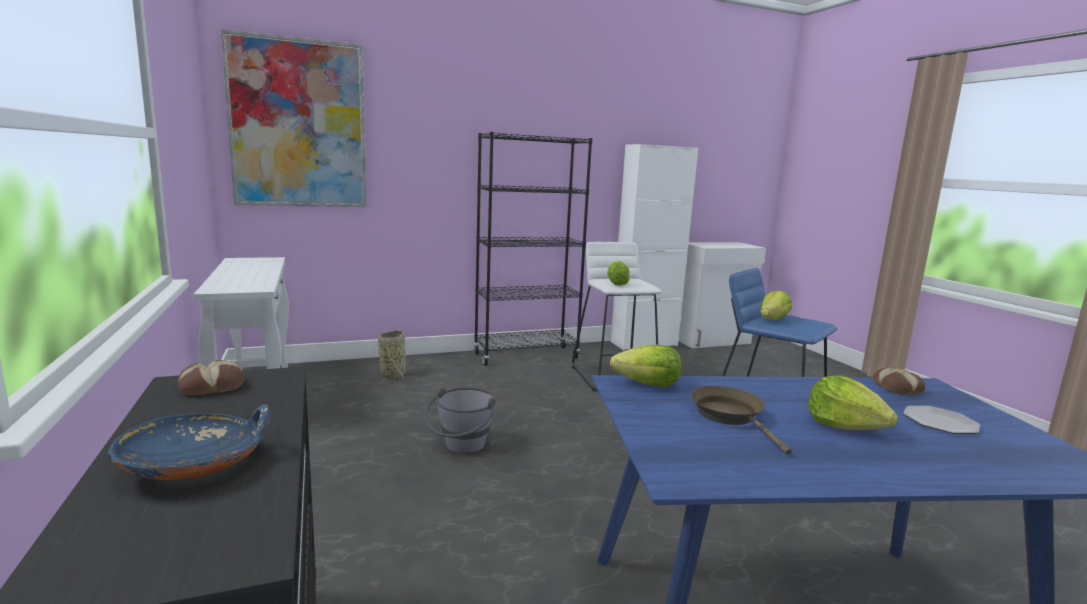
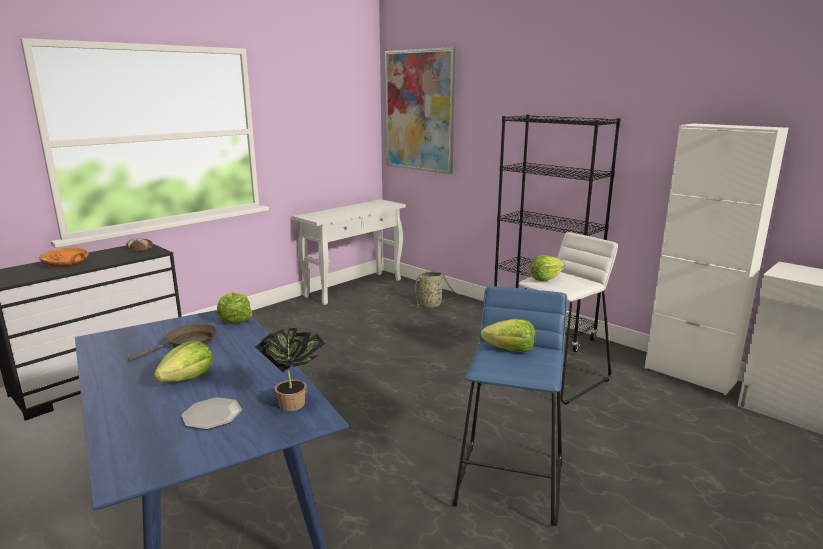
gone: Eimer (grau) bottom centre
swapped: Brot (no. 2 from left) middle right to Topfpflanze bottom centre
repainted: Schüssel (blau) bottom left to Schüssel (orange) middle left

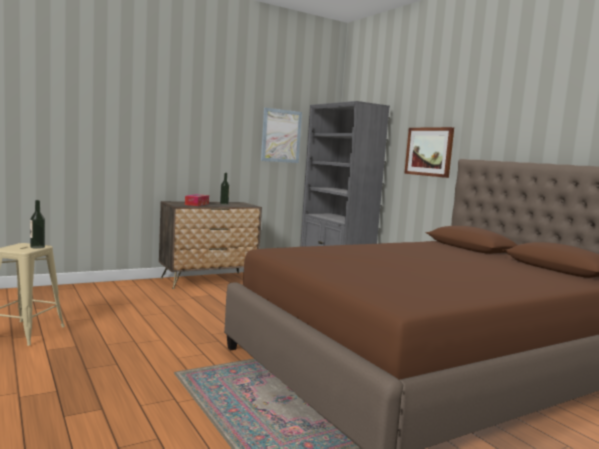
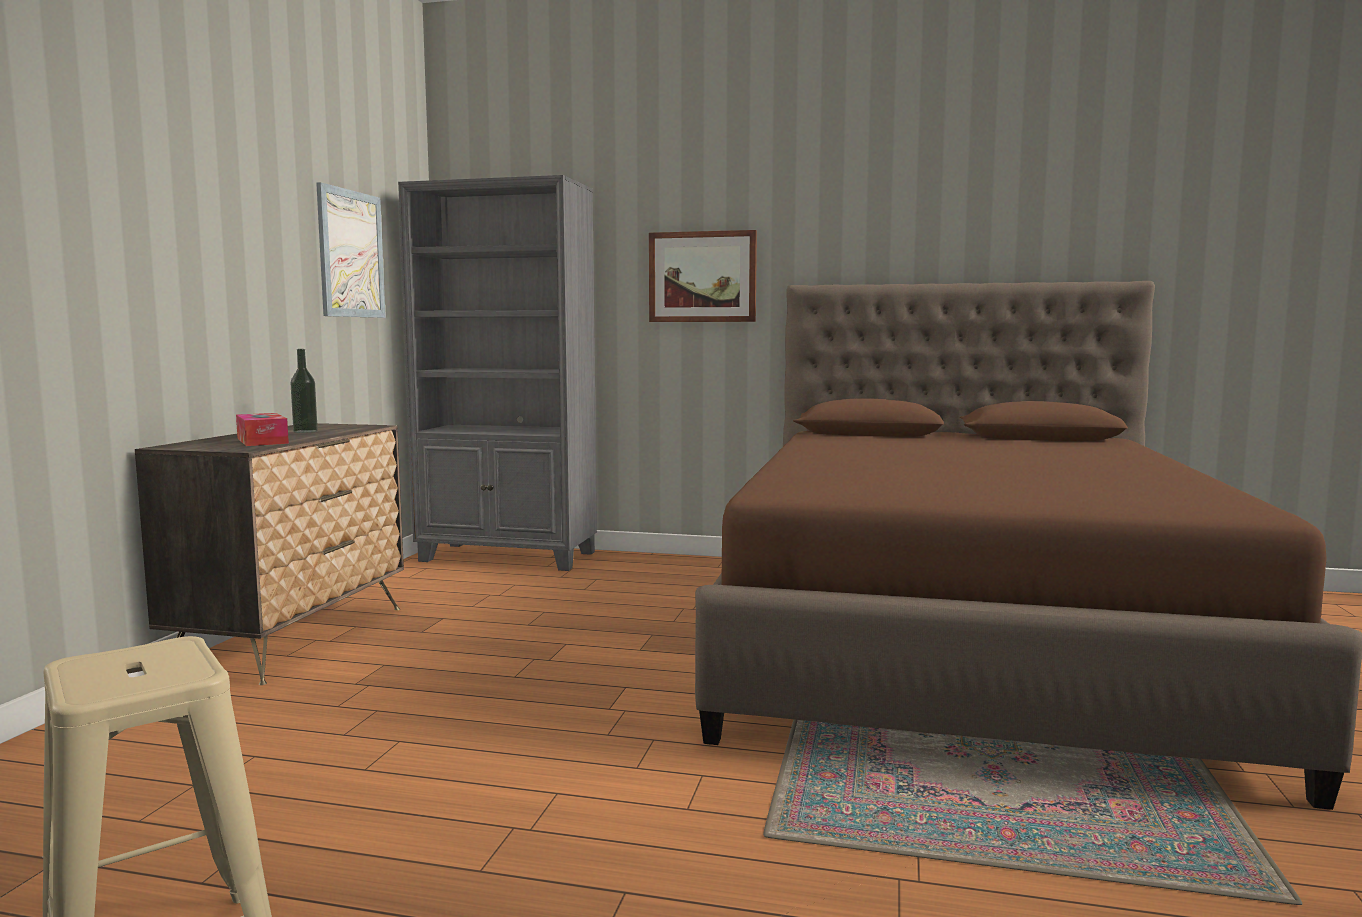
gone: Flasche (no. 1 from left) middle left

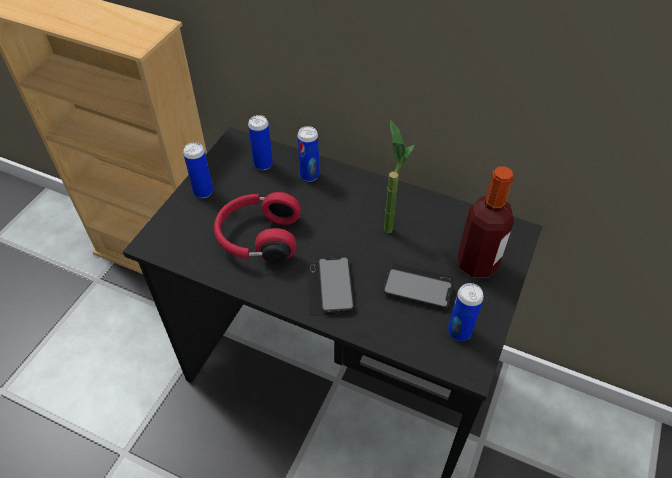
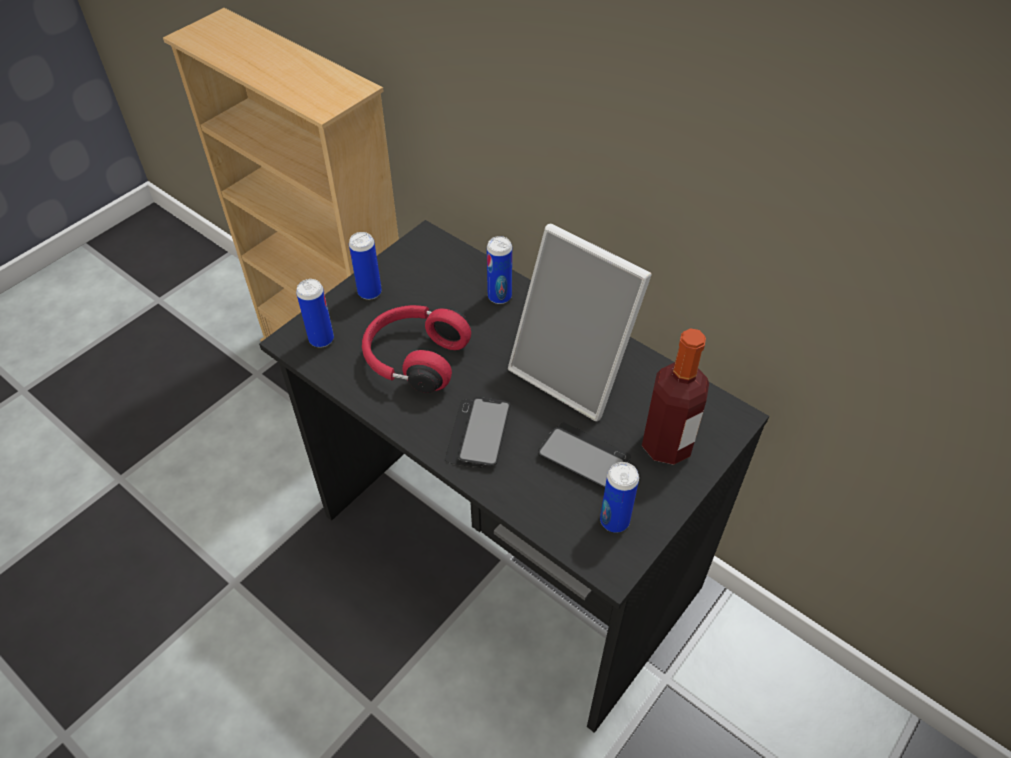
shifted: Dose (no. 2 from left in the first image) top centre to Dose (no. 1 from left) middle left
swapped: Topfpflanze centre to Bilderrahmen centre

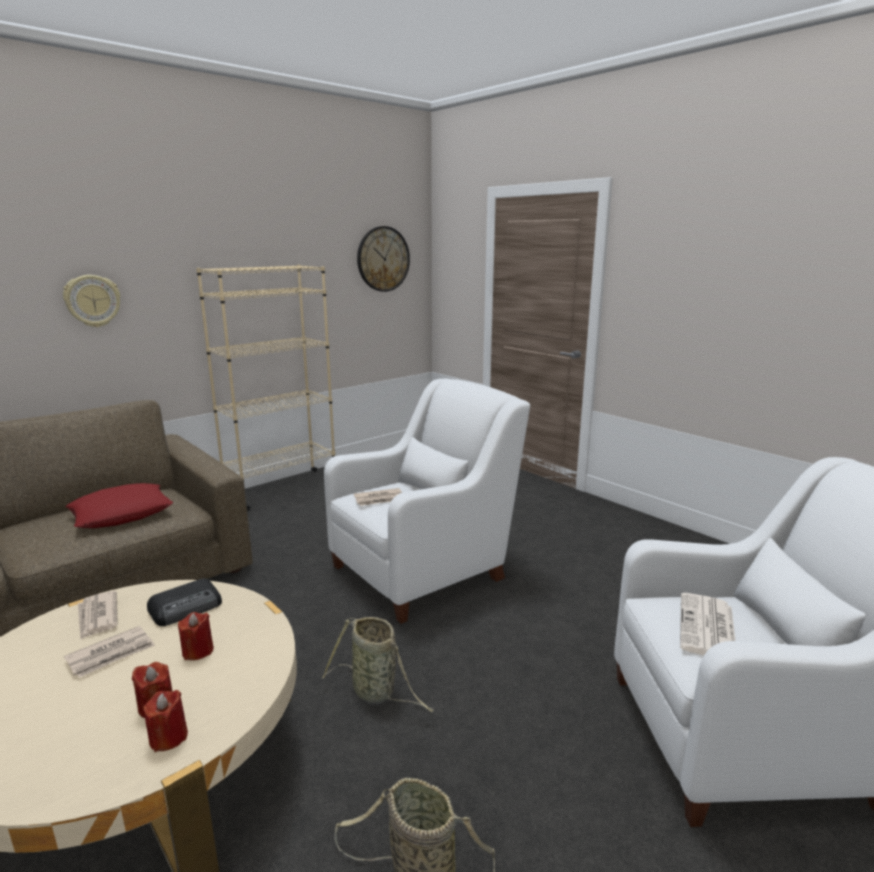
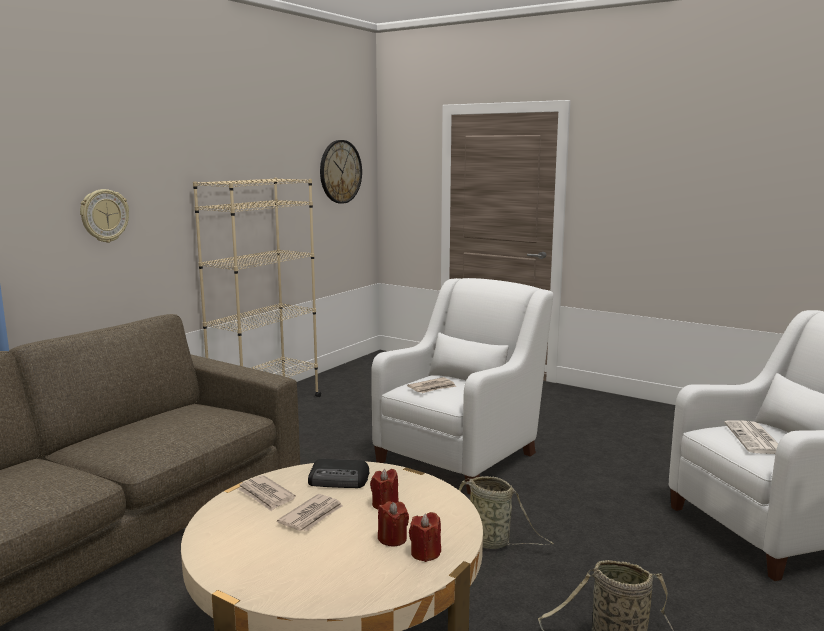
gone: Kissen (rot) middle left
rotated: Radio bottom left = bottom centre 60 degrees clockwise

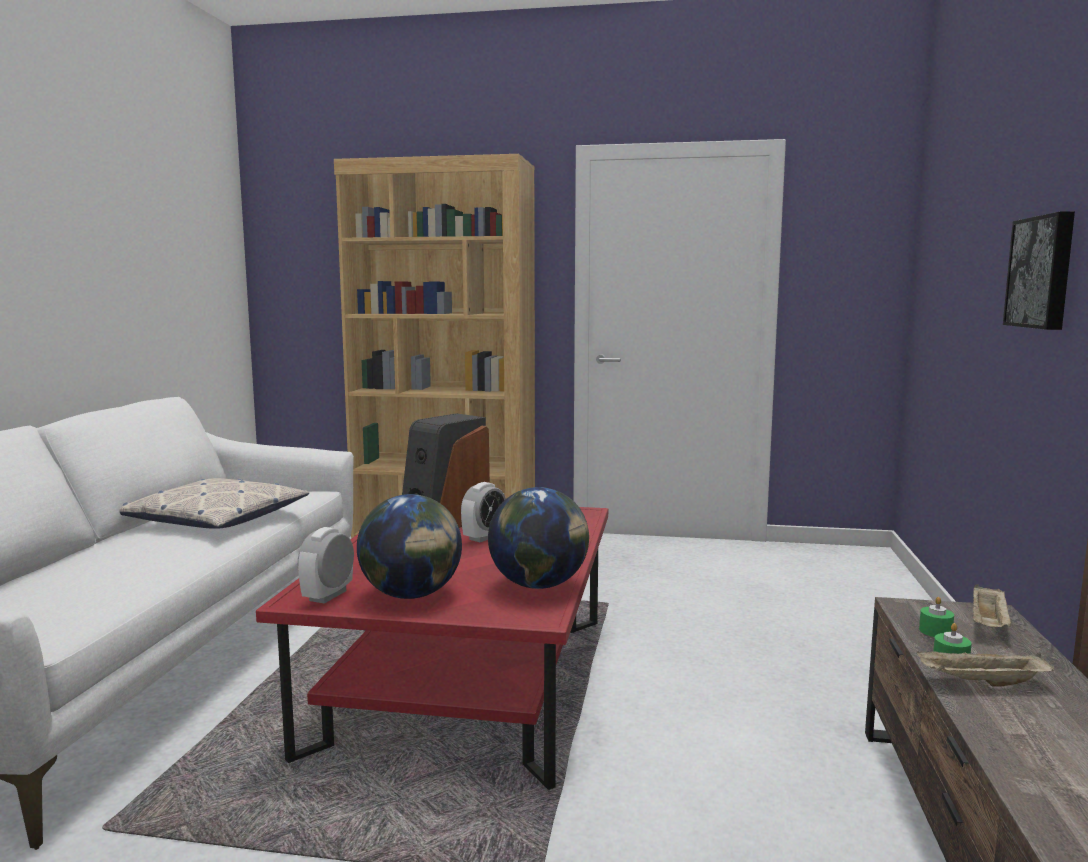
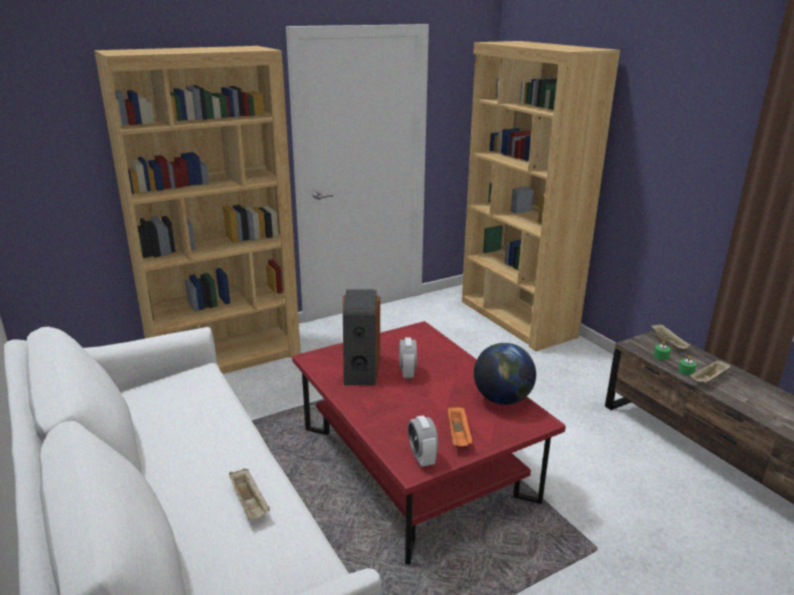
gone: Bild top right; Kissen middle left
new: Bücherregal (braun) (no. 2 from left) top right; Tablett (beige) (no. 1 from left) bottom left
swapped: Globus (no. 1 from left) centre to Tablett (orange) bottom centre

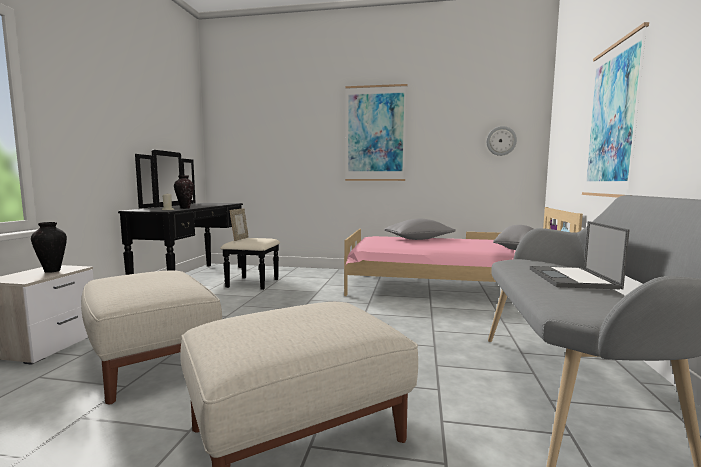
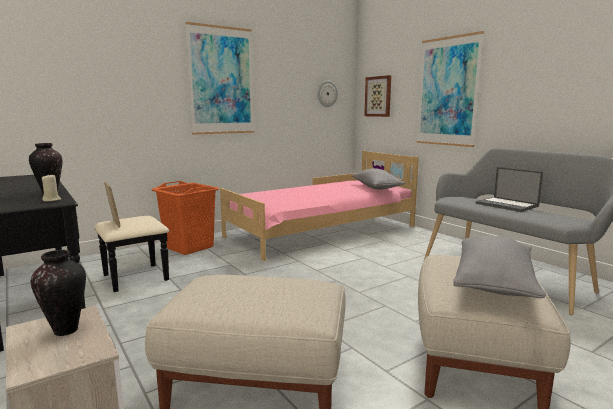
new: Bild (no. 2 from left) top centre; Wäschekorb (orange) middle left
shifted: Kissen (grau) (no. 1 from left in the first image) centre to Kissen (grau) (no. 2 from left) middle right

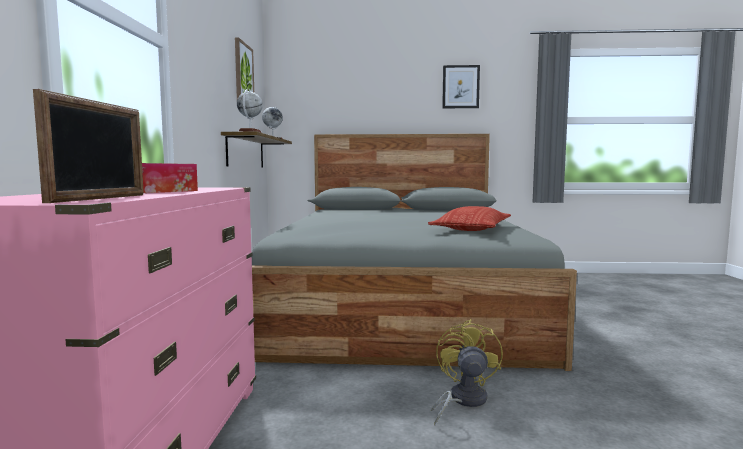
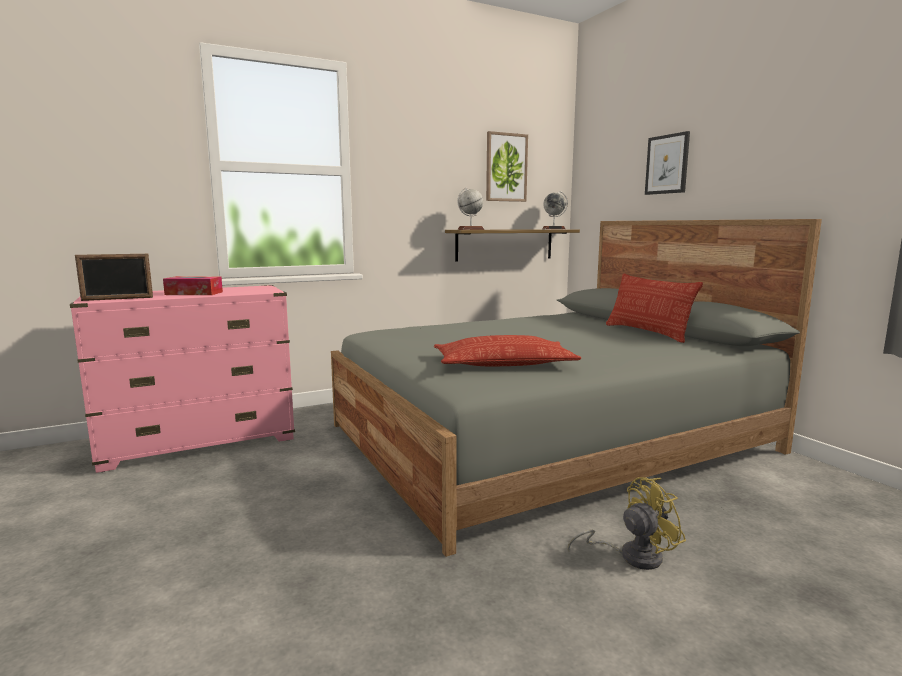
new: Kissen (no. 2 from left) middle right
shifted: Bild (no. 2 from left) top centre to top right; Ventilator (gelb) bottom centre to bottom right

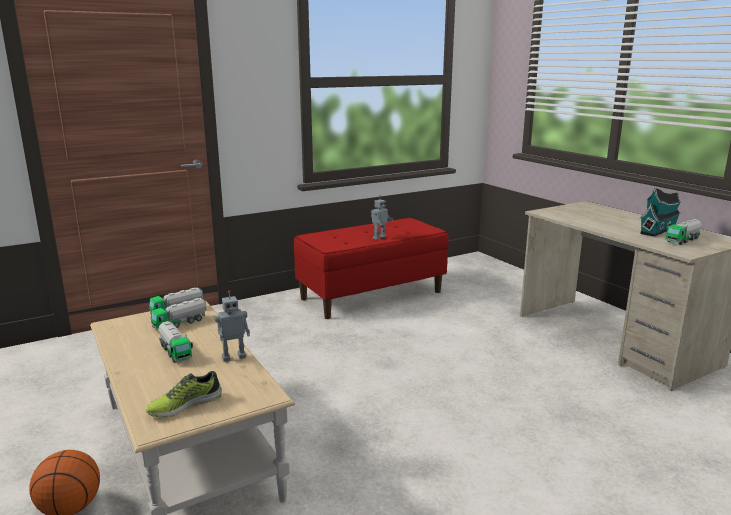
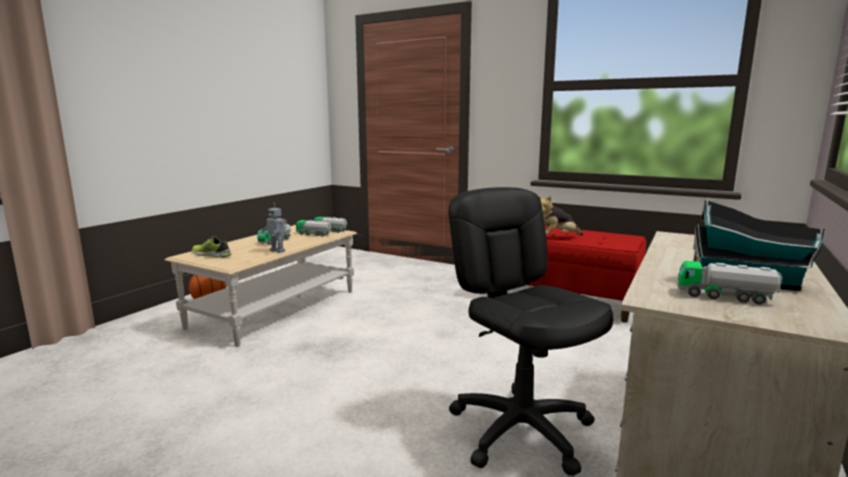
new: Bürostuhl (schwarz) bottom centre
swapped: Spielzeugroboter (no. 2 from left) centre to Plüschtier centre

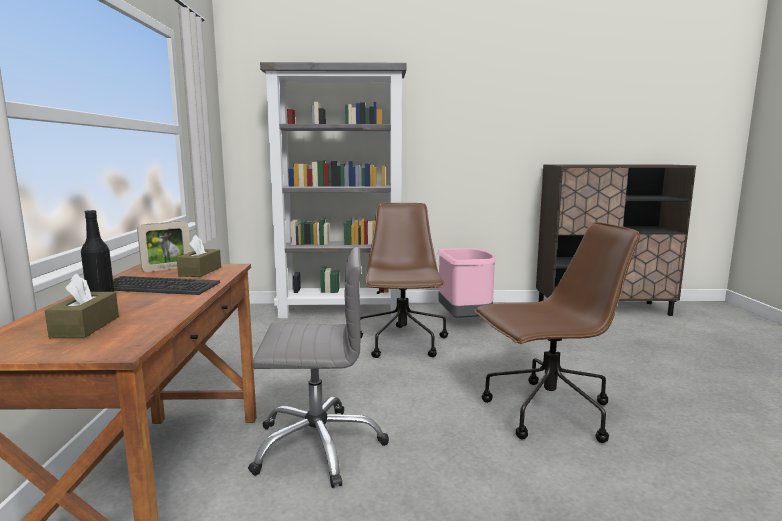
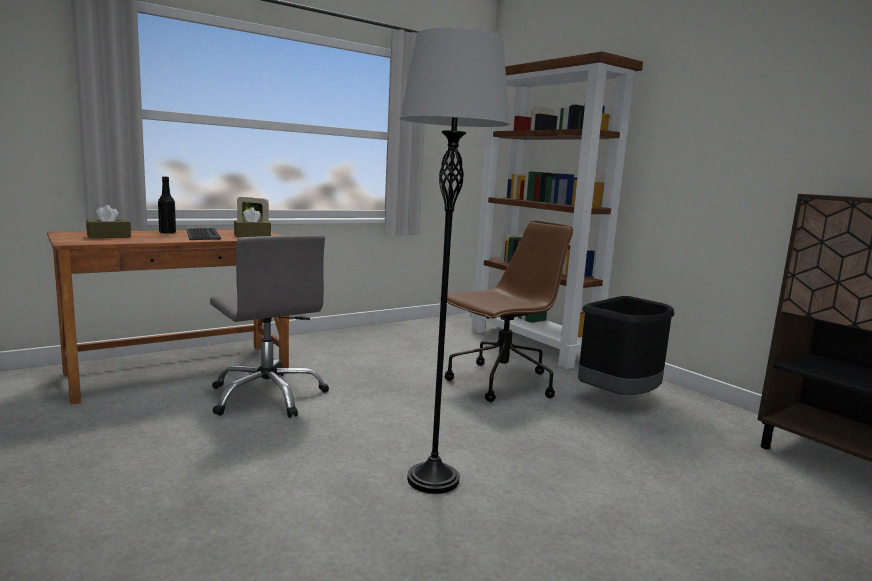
swapped: Bürostuhl (braun) (no. 2 from left) middle right to Stehlampe (grau) centre
repainted: Bücherregal (grau) centre to Bücherregal (braun) centre; Mülleimer (rosa) centre to Mülleimer (schwarz) middle right

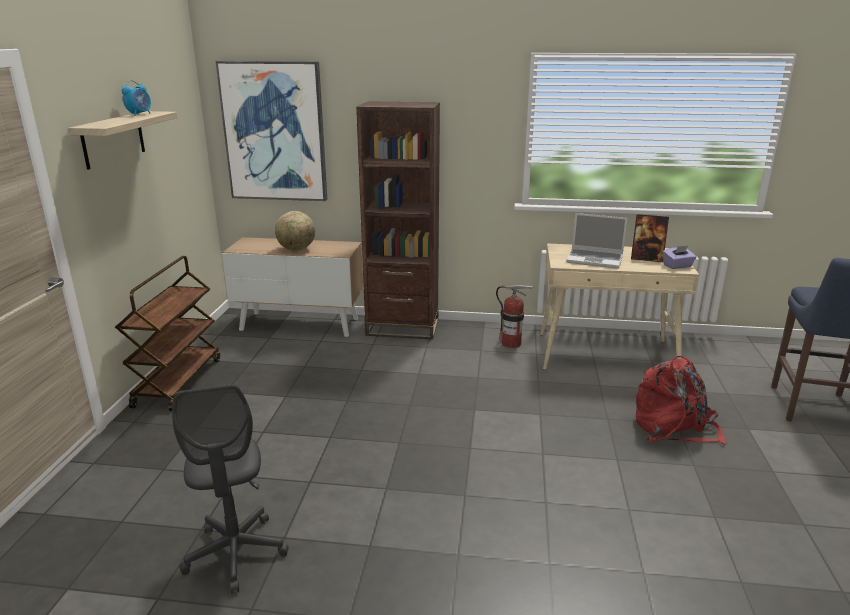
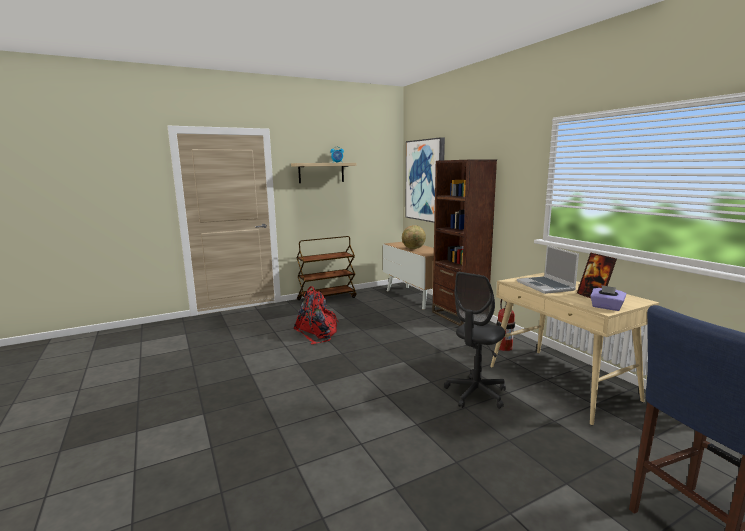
shifted: Rucksack (rot) middle right to centre; Bürostuhl (grau) bottom left to centre

